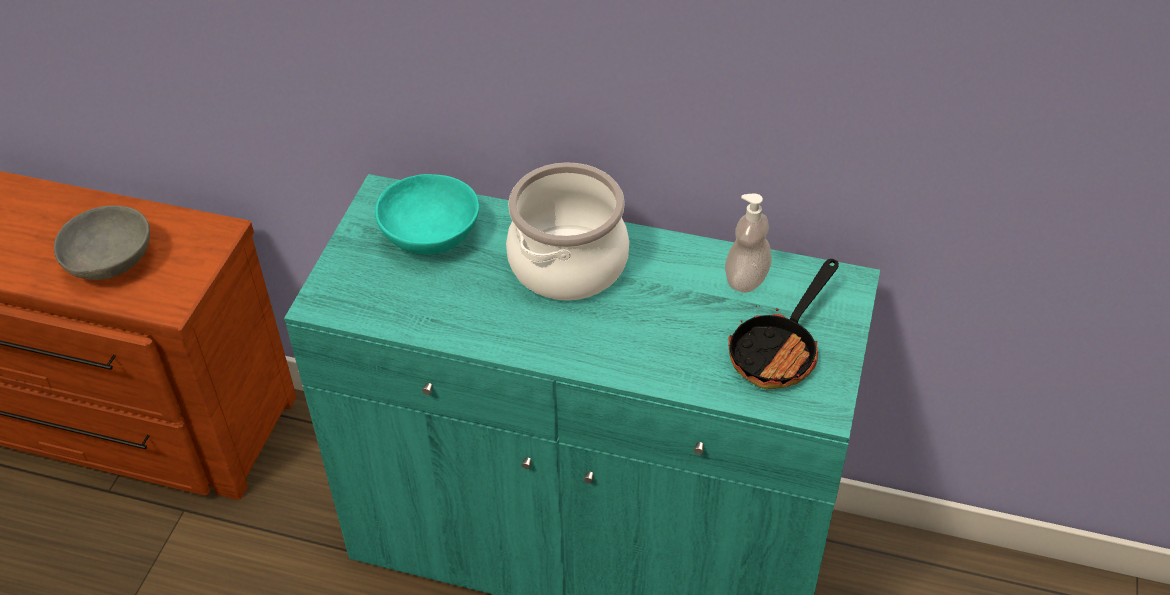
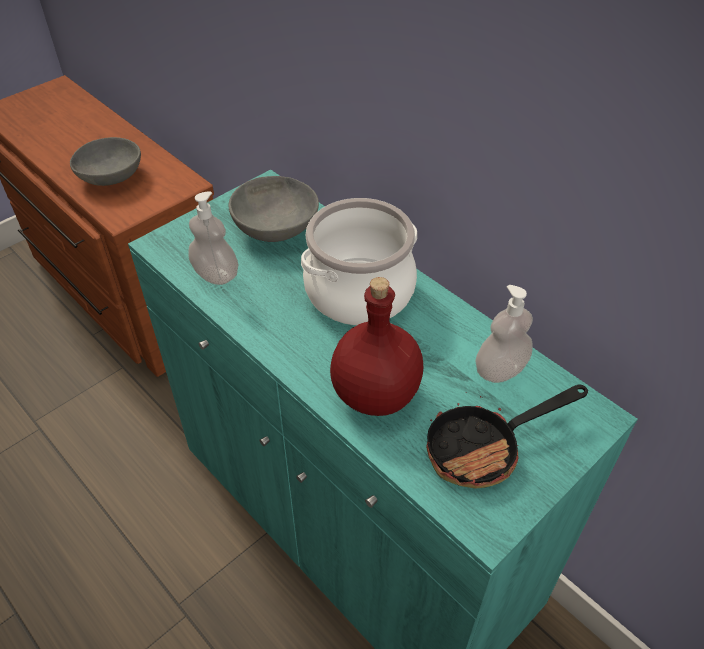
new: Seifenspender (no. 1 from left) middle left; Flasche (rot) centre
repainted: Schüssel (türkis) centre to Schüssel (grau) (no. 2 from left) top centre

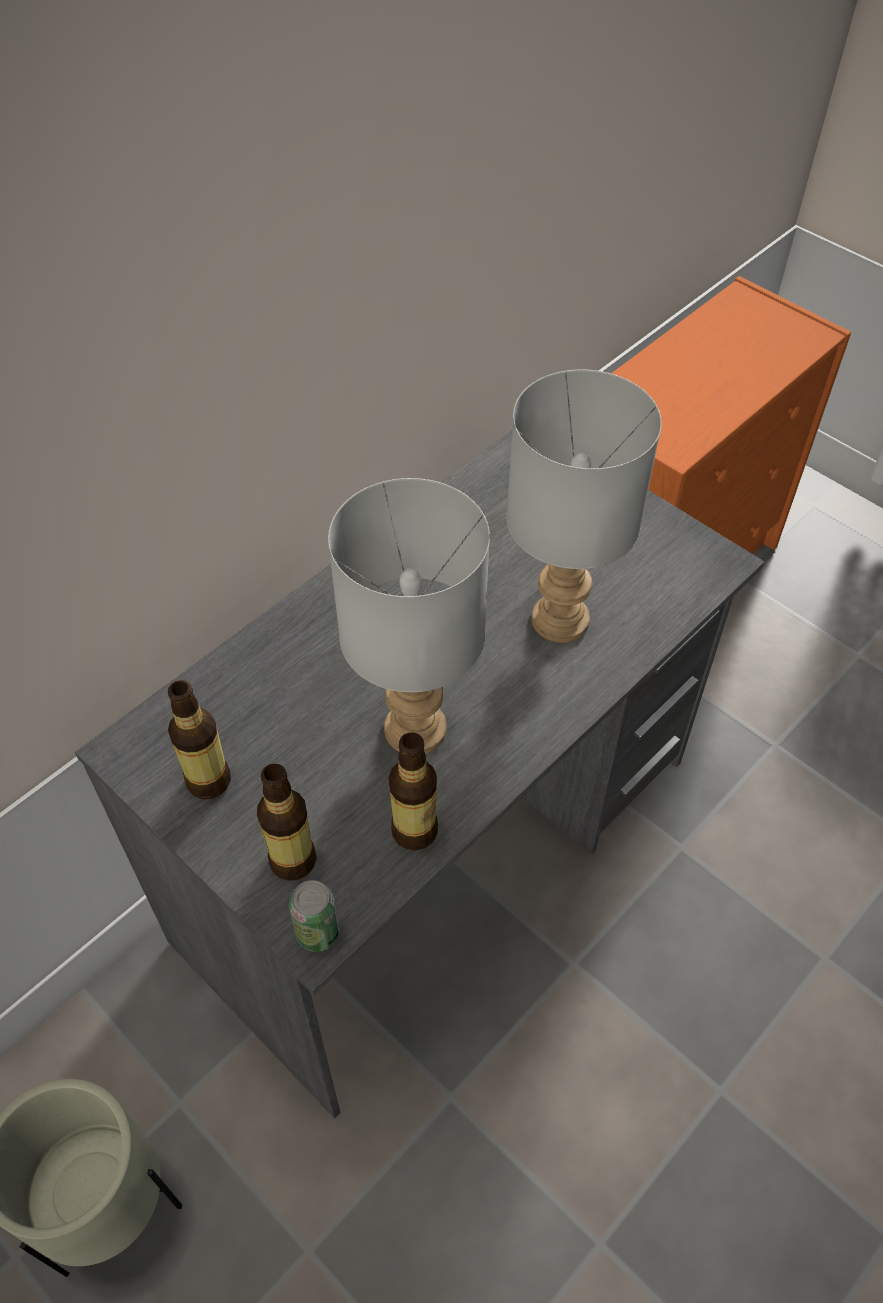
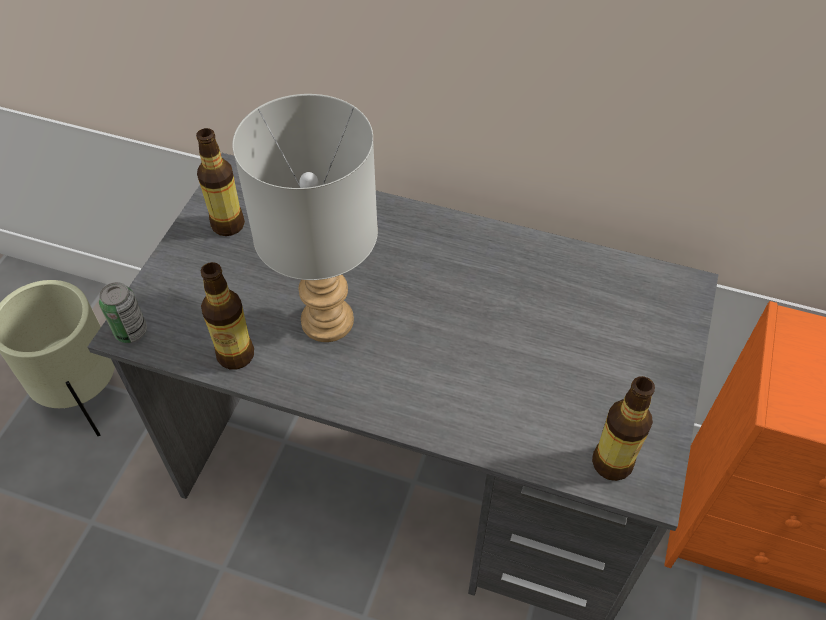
gone: Tischlampe (grau) (no. 2 from left) centre
shifted: Flasche (no. 2 from left in the first image) middle left to Flasche (no. 3 from left) bottom right

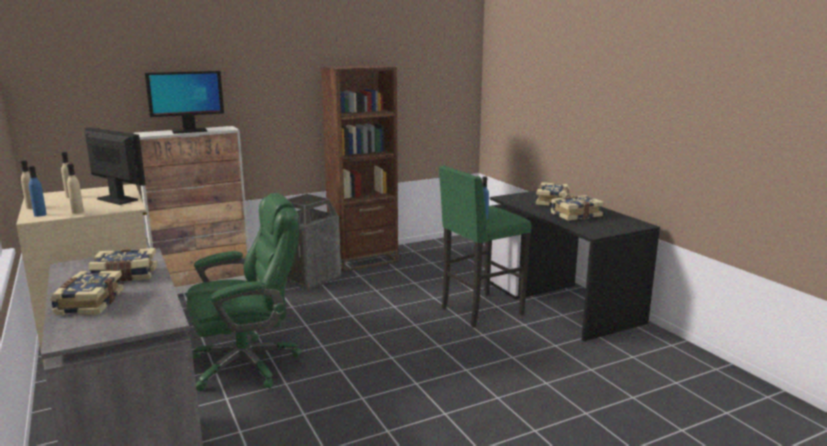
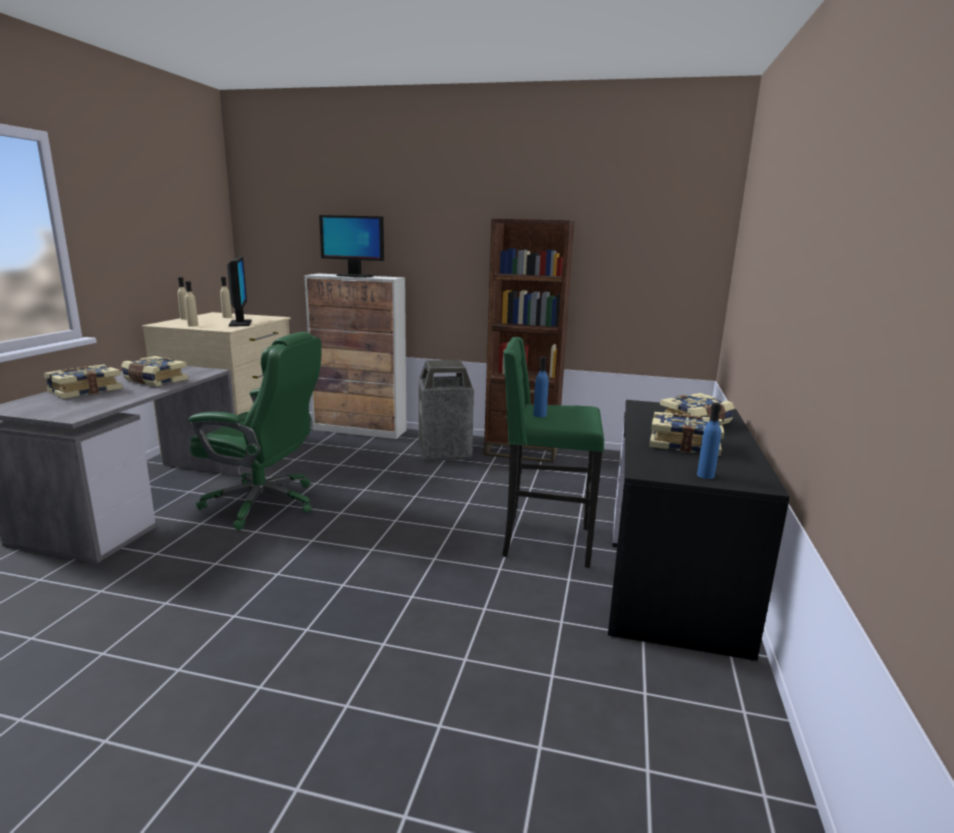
shifted: Flasche (blau) (no. 1 from left in the first image) middle left to Flasche (blau) (no. 2 from left) middle right

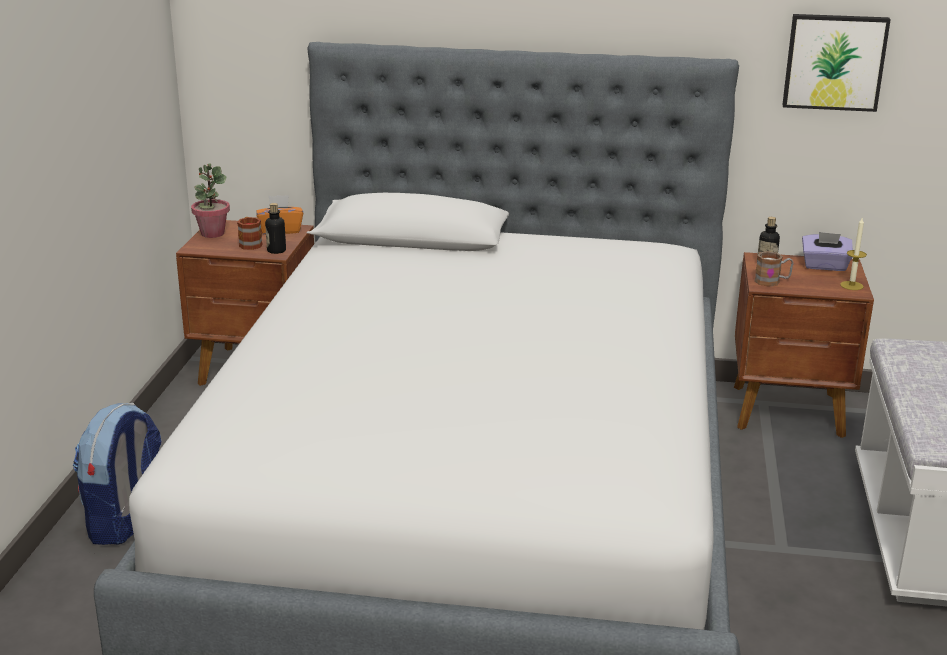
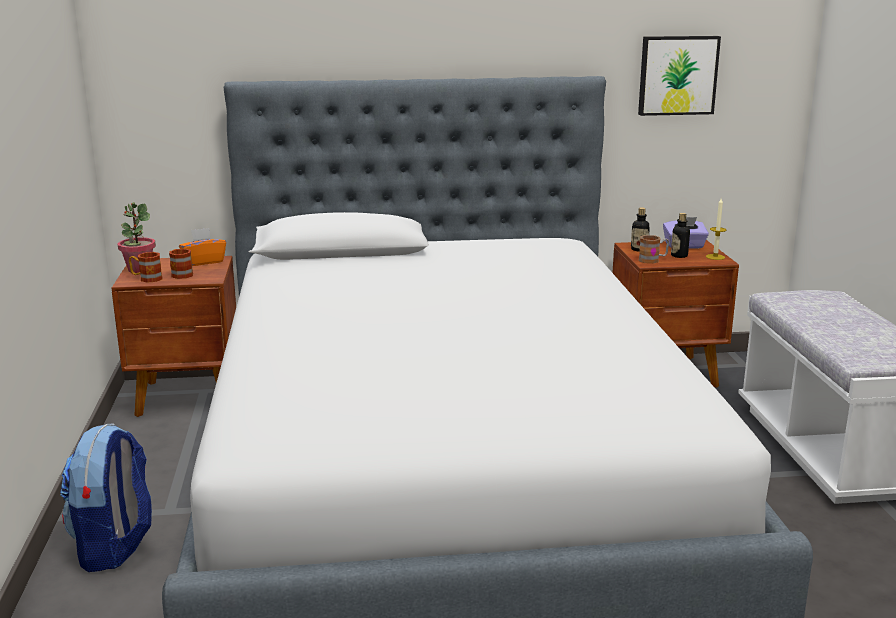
new: Henkelbecher (no. 1 from left) middle left
shifted: Flasche (no. 1 from left in the first image) middle left to Flasche (no. 2 from left) middle right

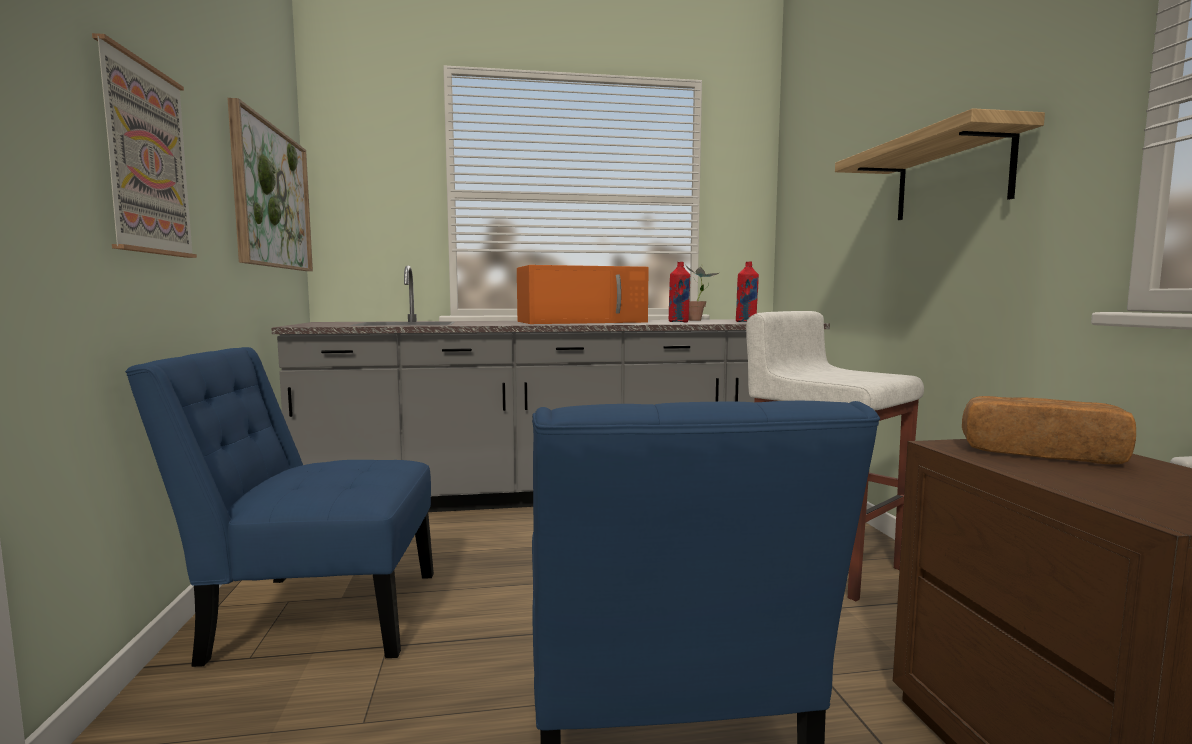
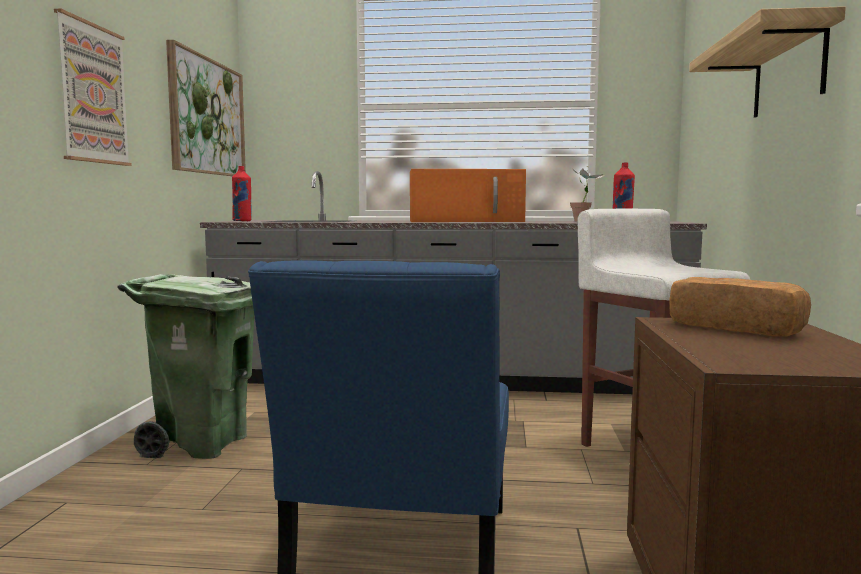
shifted: Flasche (rot) (no. 1 from left) centre to middle left
swapped: Stuhl (blau) (no. 1 from left) bottom left to Mülleimer (grün) middle left

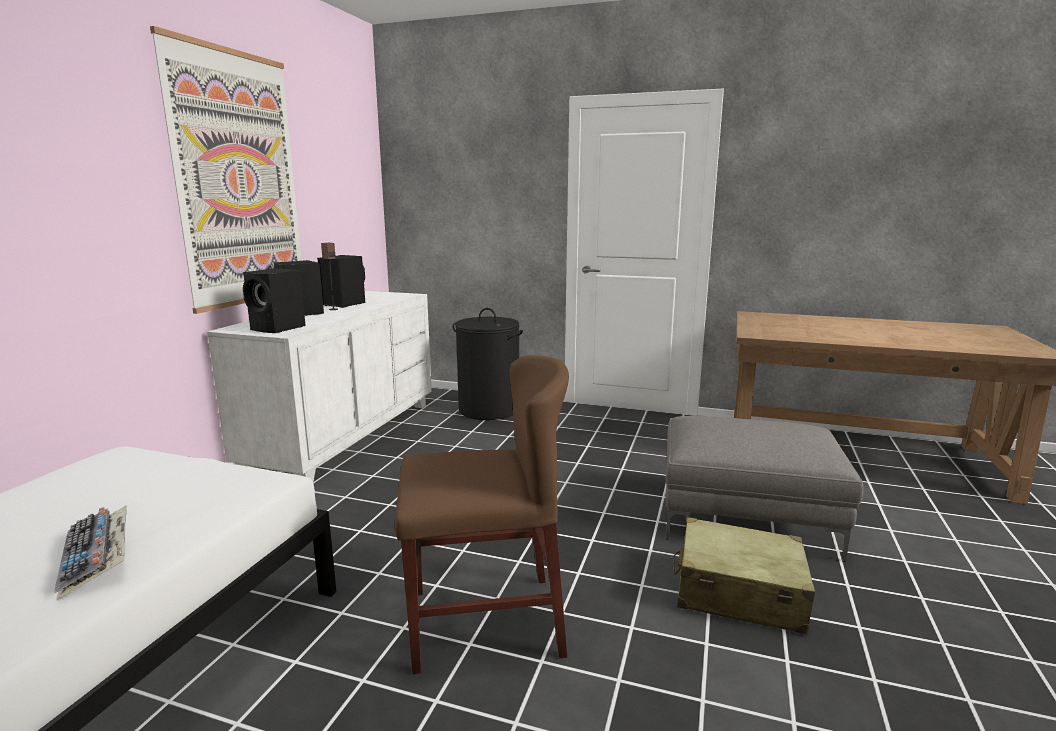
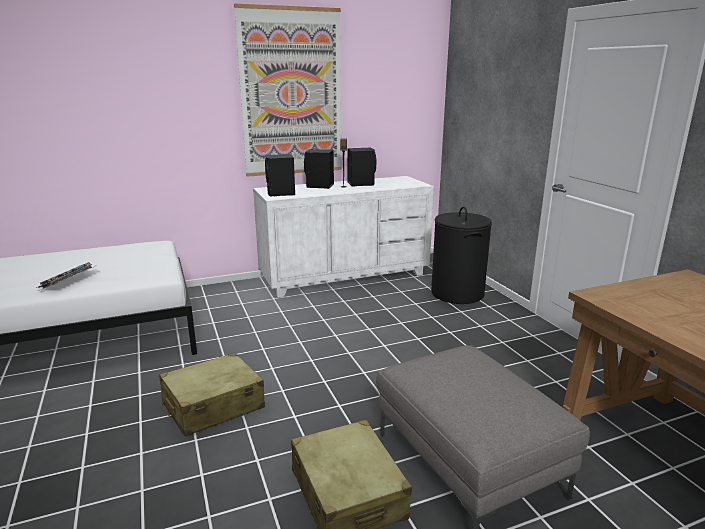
swapped: Stuhl (braun) bottom centre to Koffer (beige) (no. 1 from left) bottom left

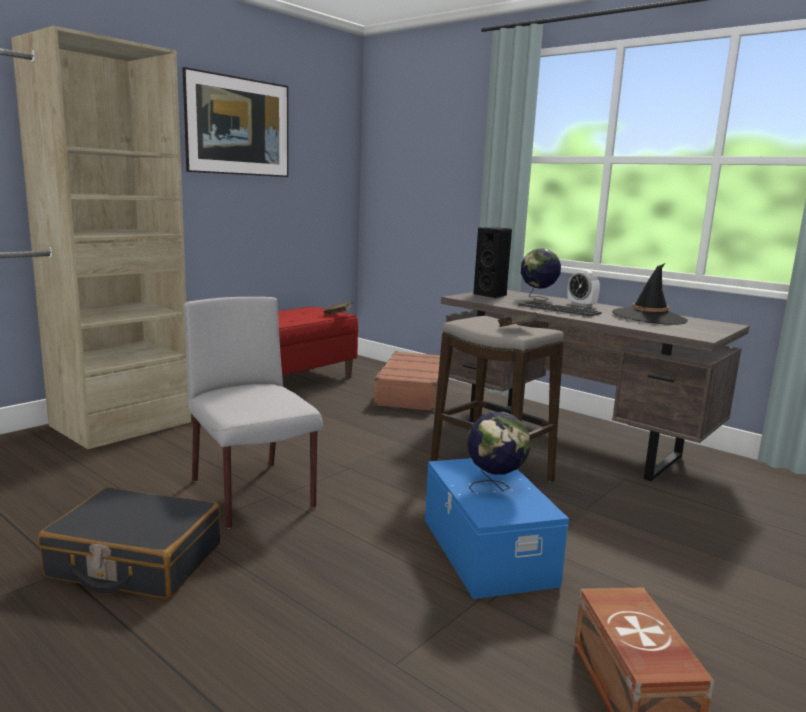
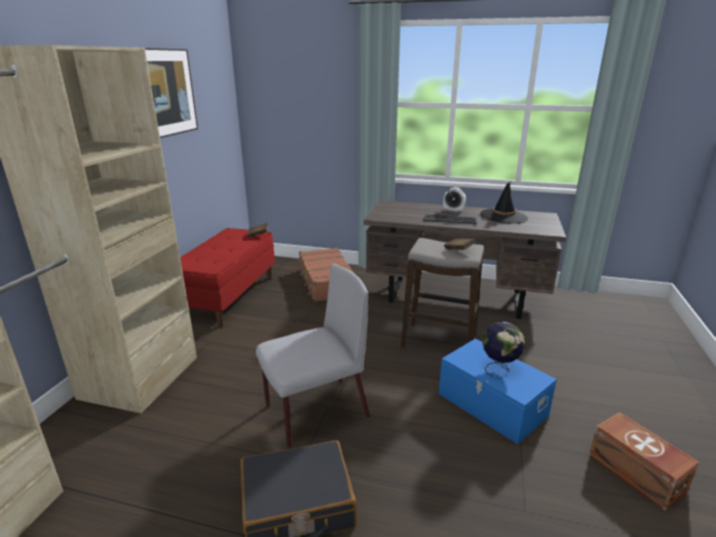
gone: Lautsprecher (schwarz) centre; Globus (no. 2 from left) middle right
rotated: Stuhl (grau) middle left = centre 120 degrees clockwise

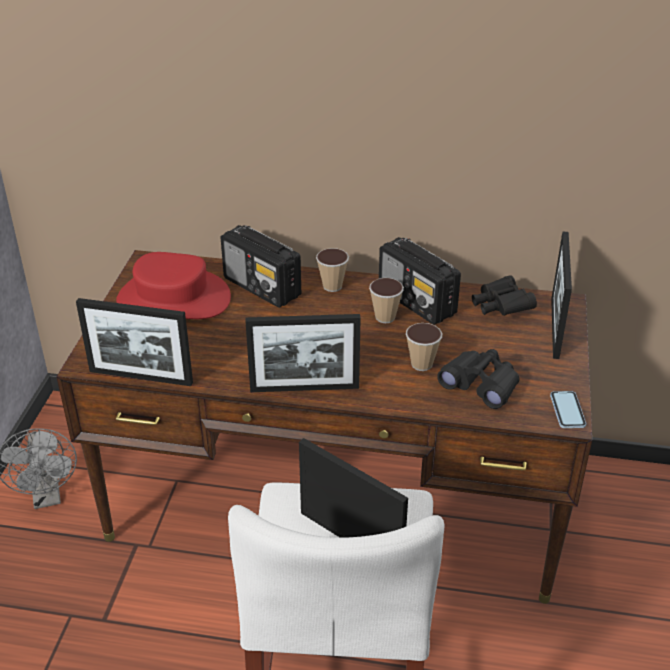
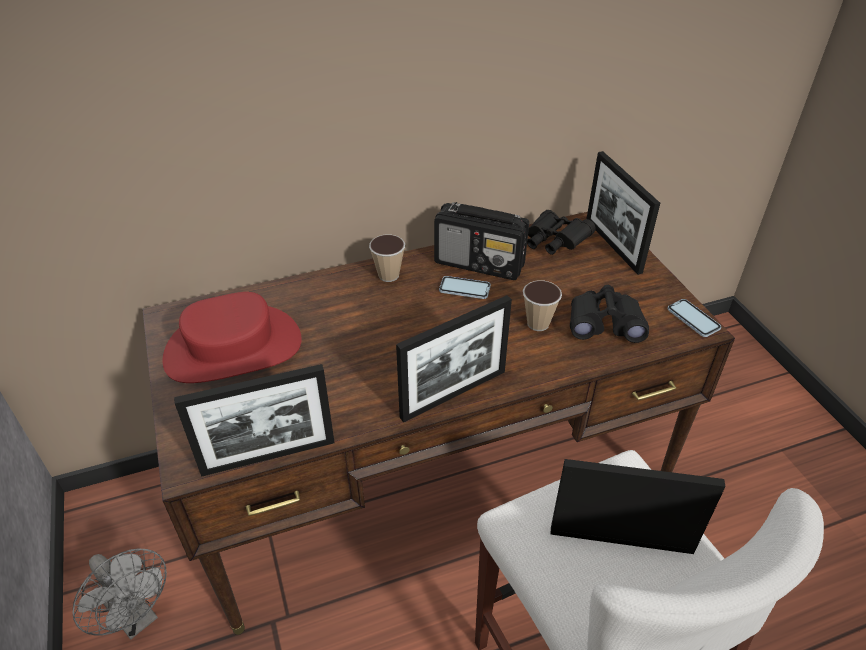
gone: Radio (no. 1 from left) centre
swapped: Tasse (no. 2 from left) centre to Handy (no. 1 from left) centre

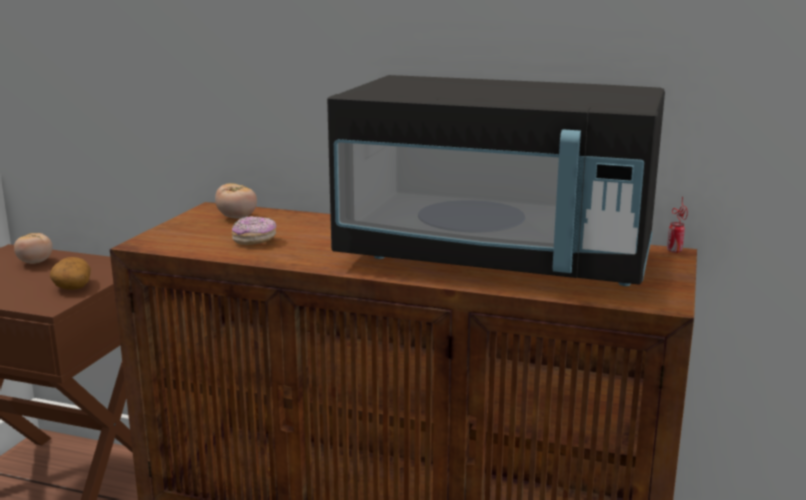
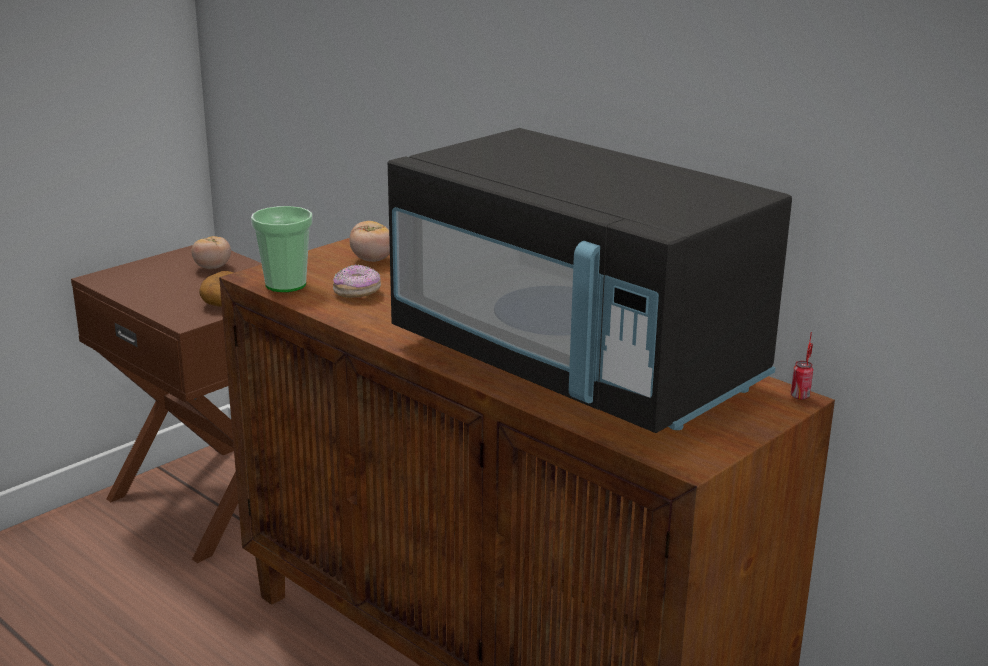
new: Tasse middle left

